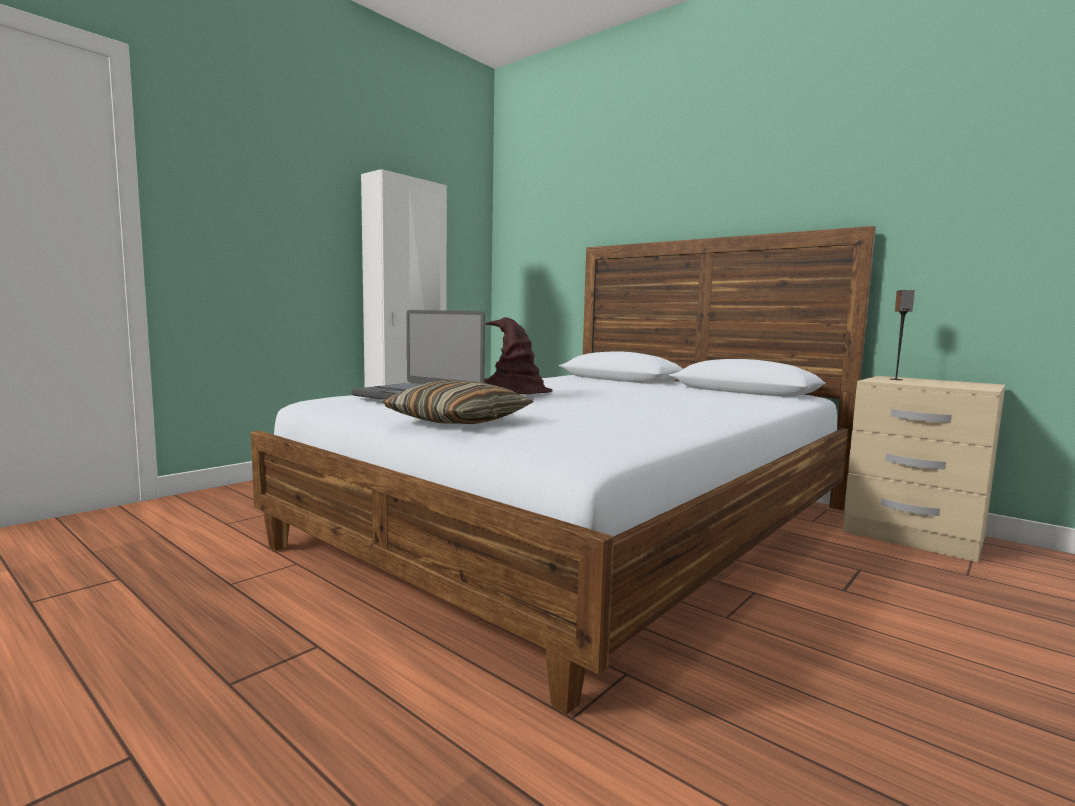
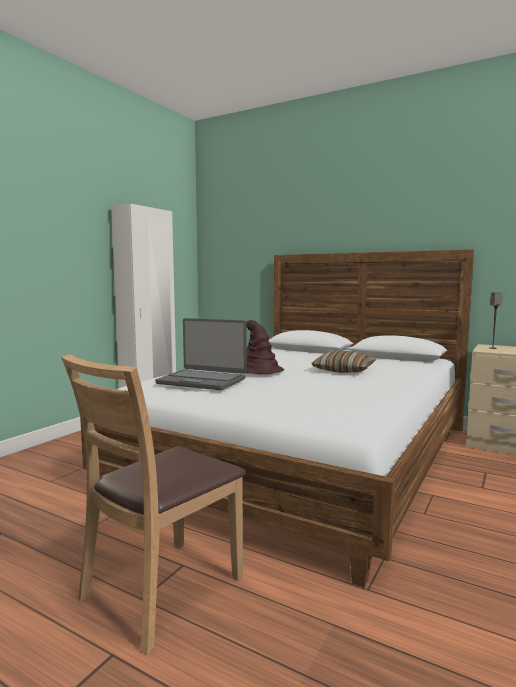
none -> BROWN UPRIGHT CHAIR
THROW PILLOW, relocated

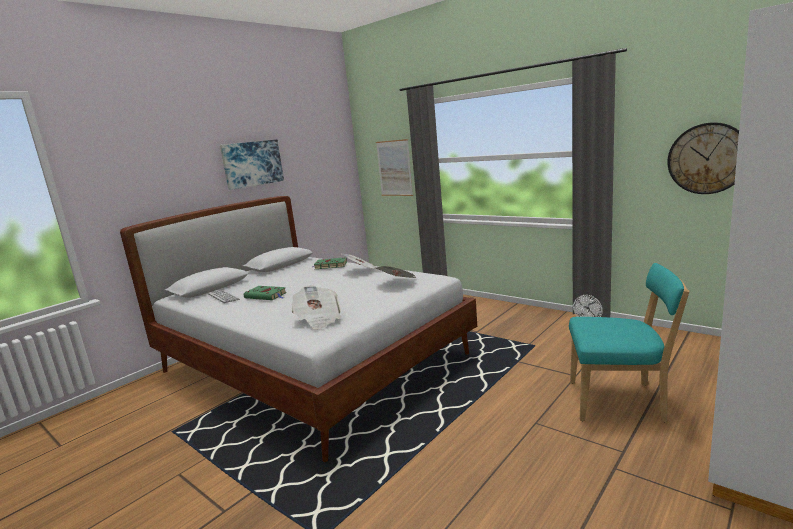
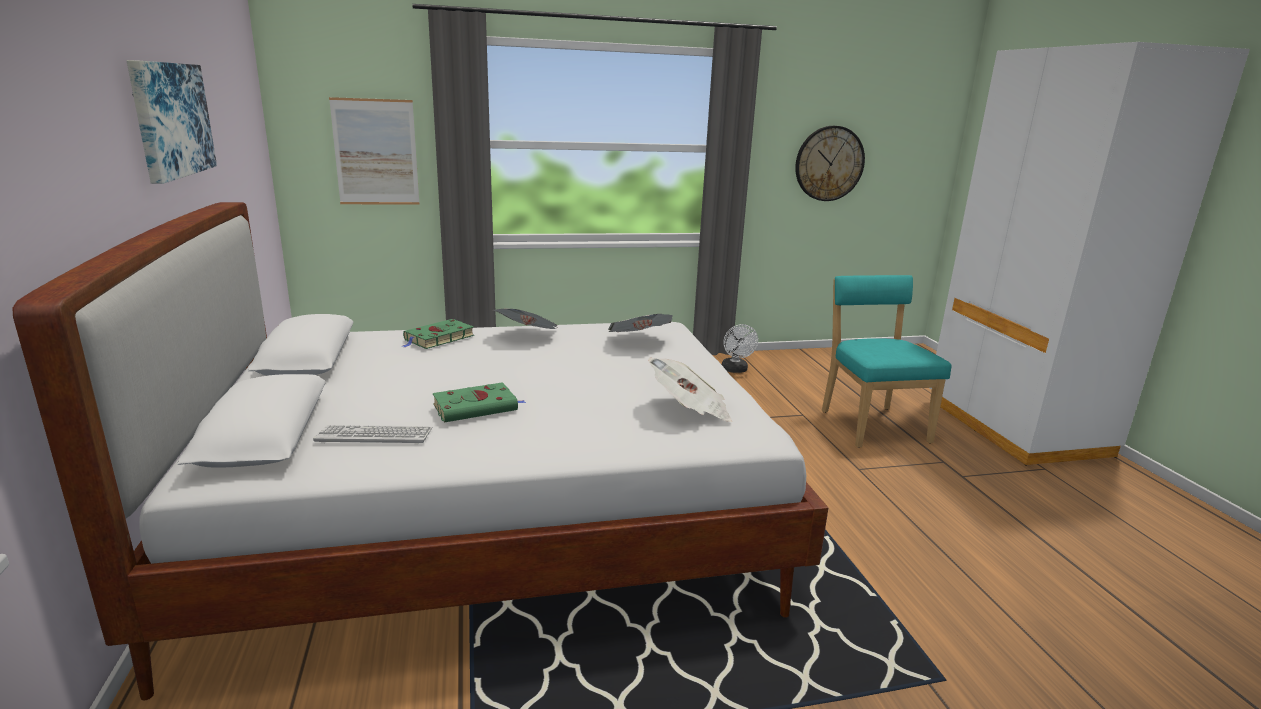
BLUE-GREEN UPRIGHT CHAIR, 60 degrees counterclockwise

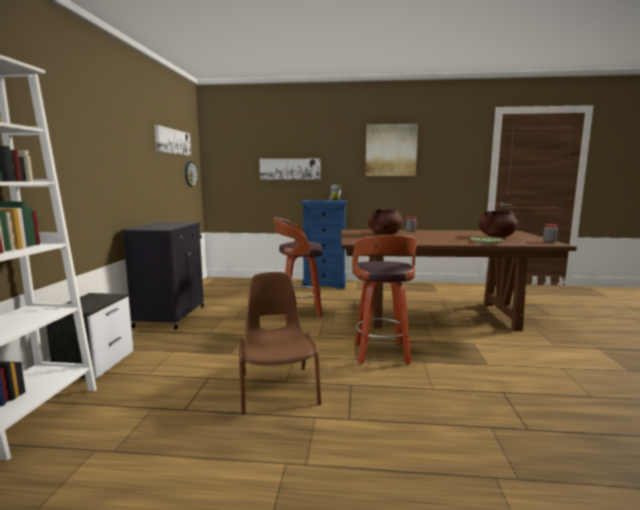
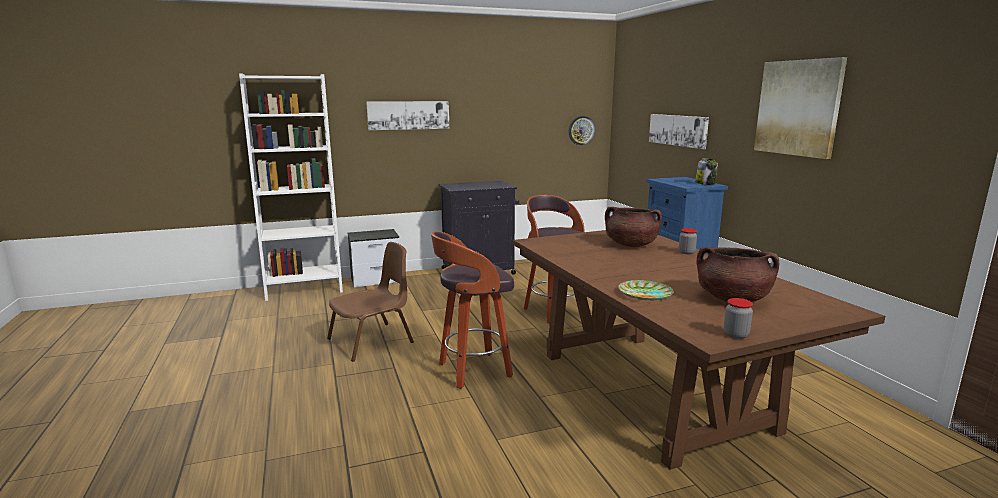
WALL ART (no. 1 from left), relocated

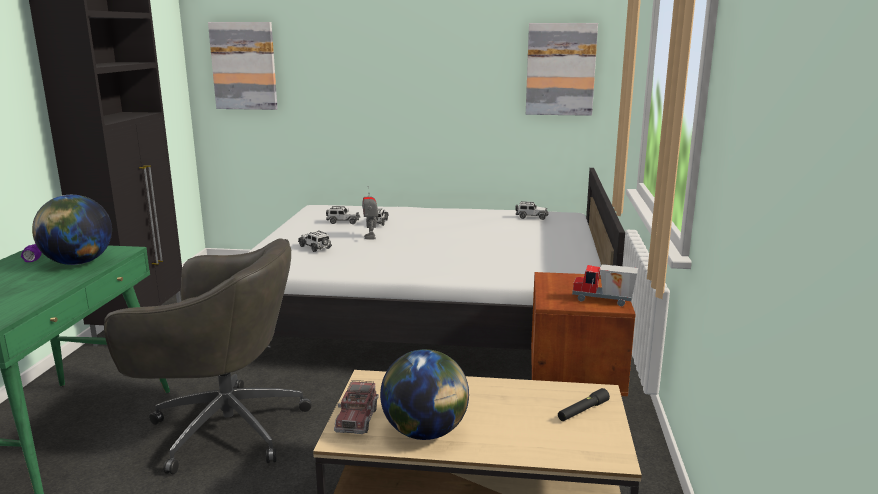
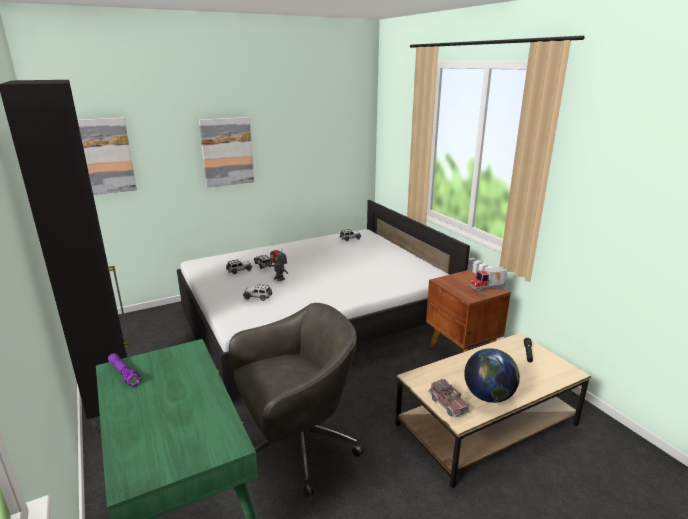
WORLD GLOBE (no. 1 from left) -> none
WALL ART (no. 2 from left), relocated

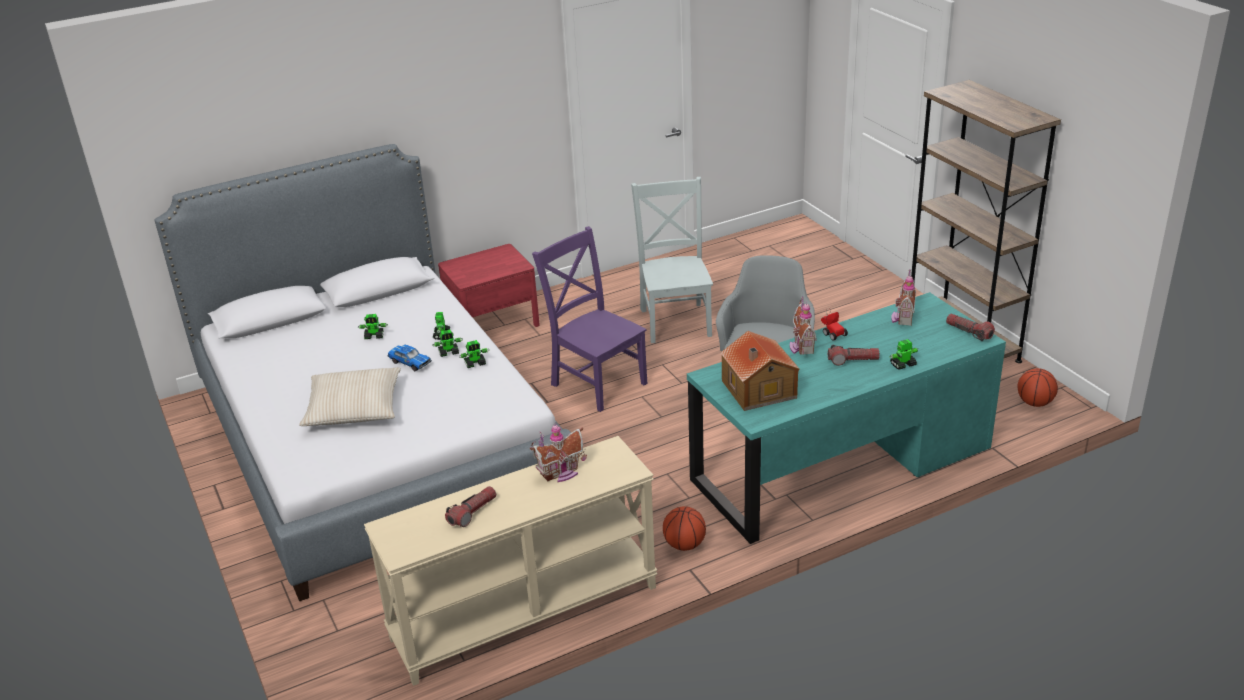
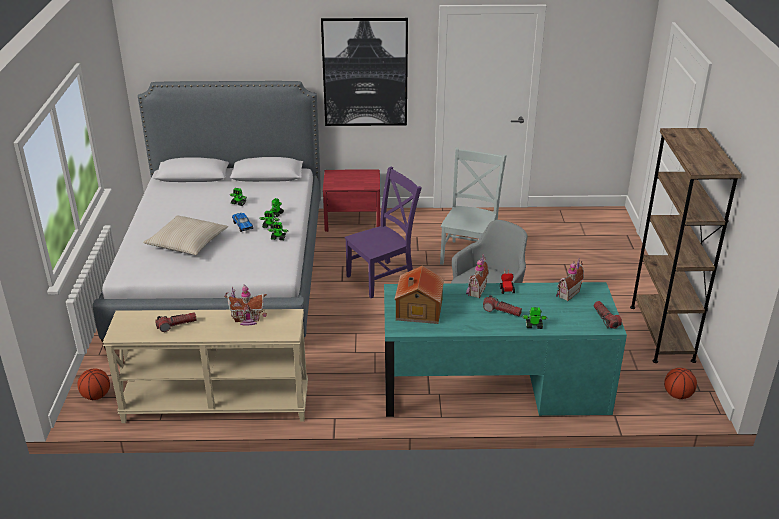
none -> WALL ART
BASKETBALL (no. 1 from left), relocated
PURPLE-COLOURED UPRIGHT CHAIR, 75 degrees clockwise

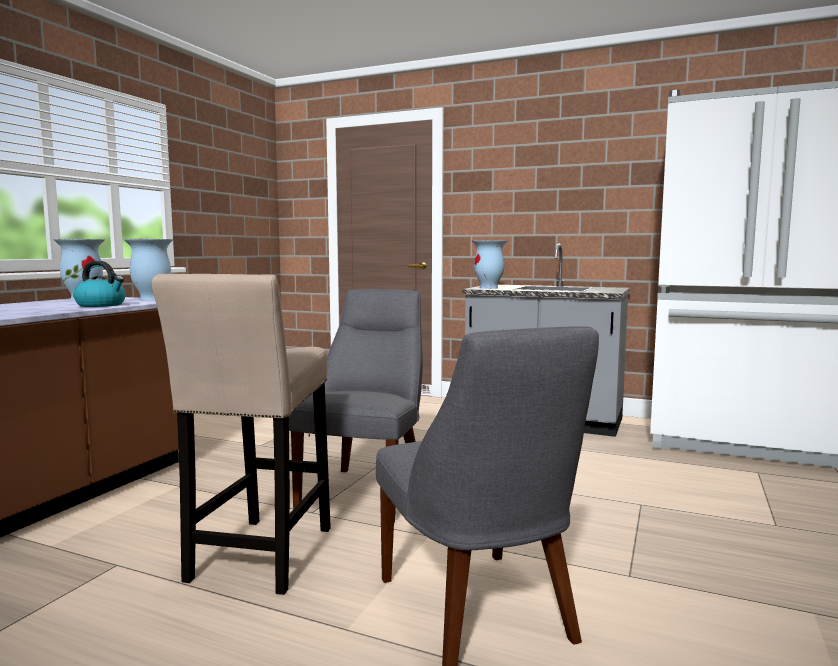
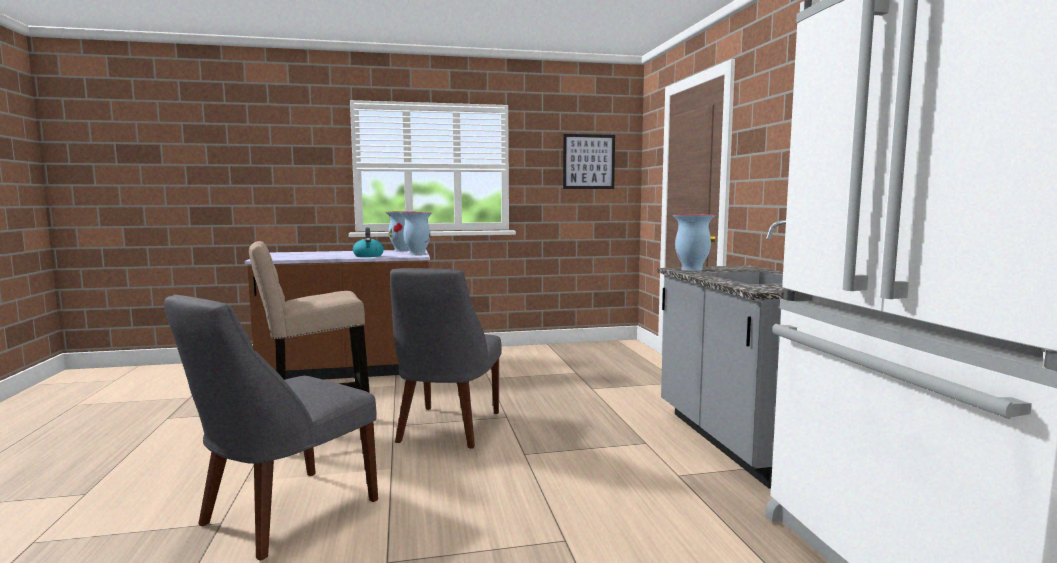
none -> WALL ART
GREYISH UPRIGHT CHAIR (no. 1 from left in the first image) -> GREYISH UPRIGHT CHAIR (no. 2 from left), 120 degrees clockwise

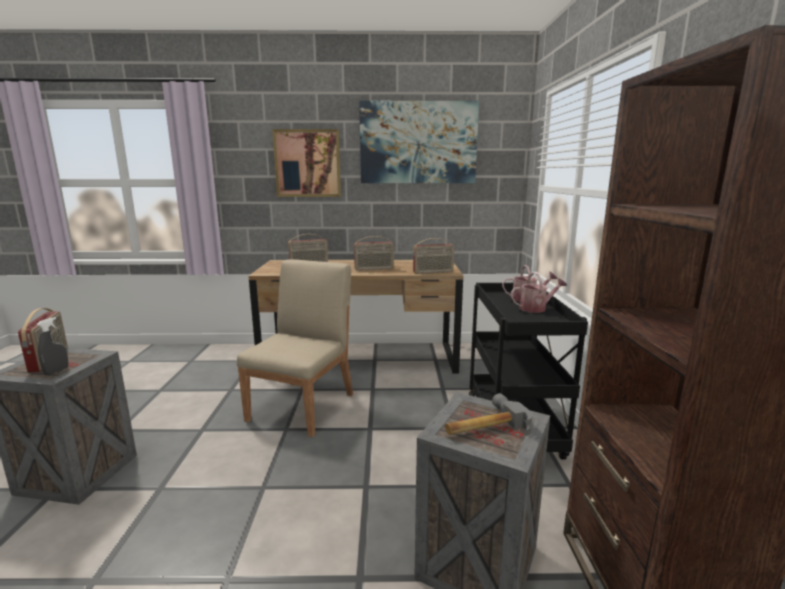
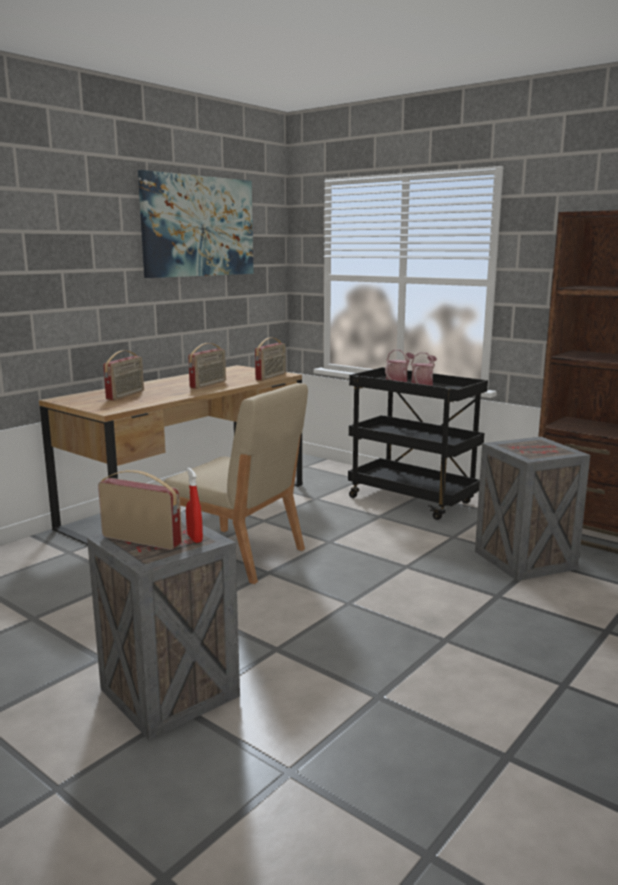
WALL ART (no. 1 from left) -> none
HAMMER -> none
GREYISH SPRAY BOTTLE -> RED-COLOURED SPRAY BOTTLE
SAND-COLOURED UPRIGHT CHAIR, 150 degrees clockwise

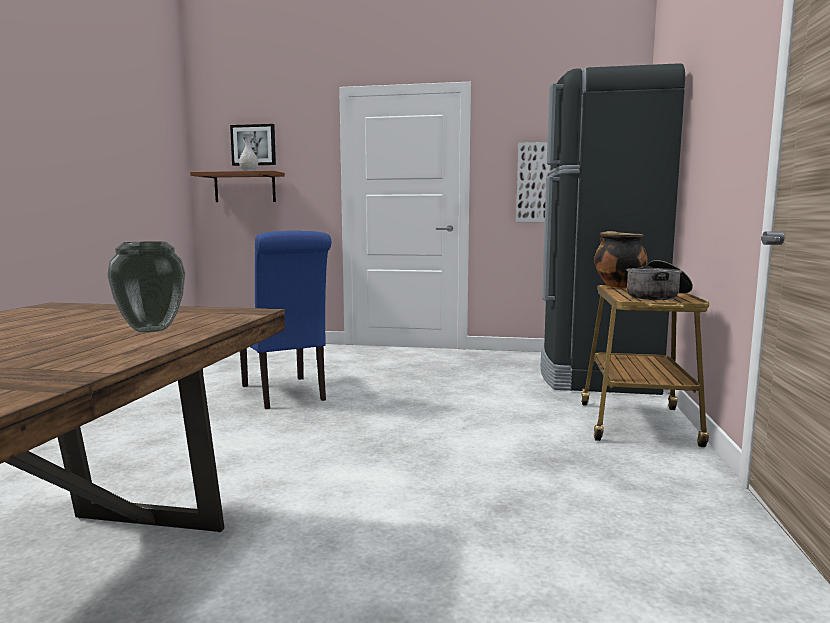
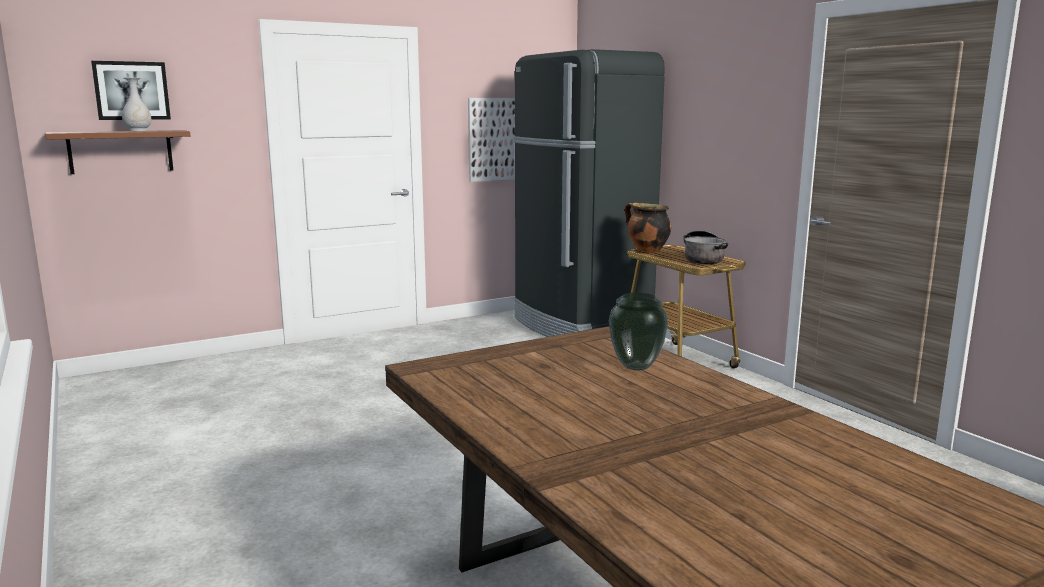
BLUISH UPRIGHT CHAIR -> none

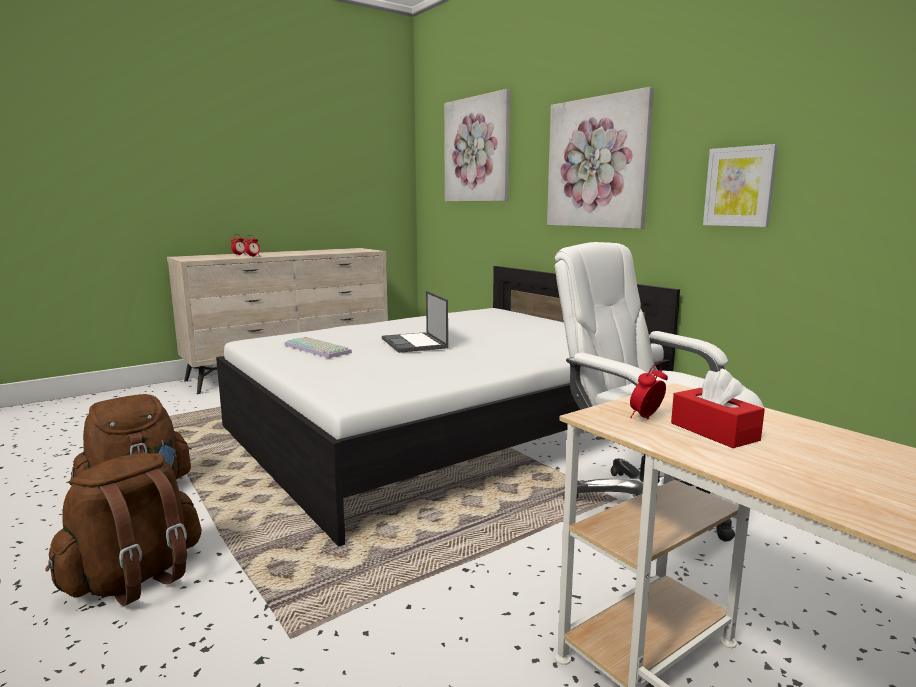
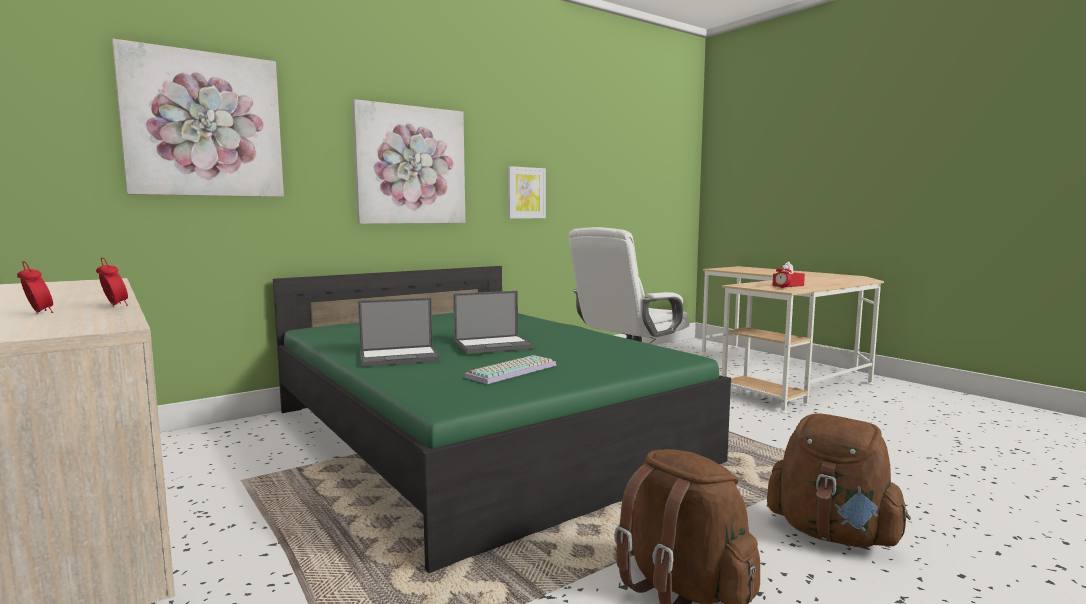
none -> PORTABLE COMPUTER (no. 1 from left)
WHITE-COLOURED BED -> GREEN-COLOURED BED

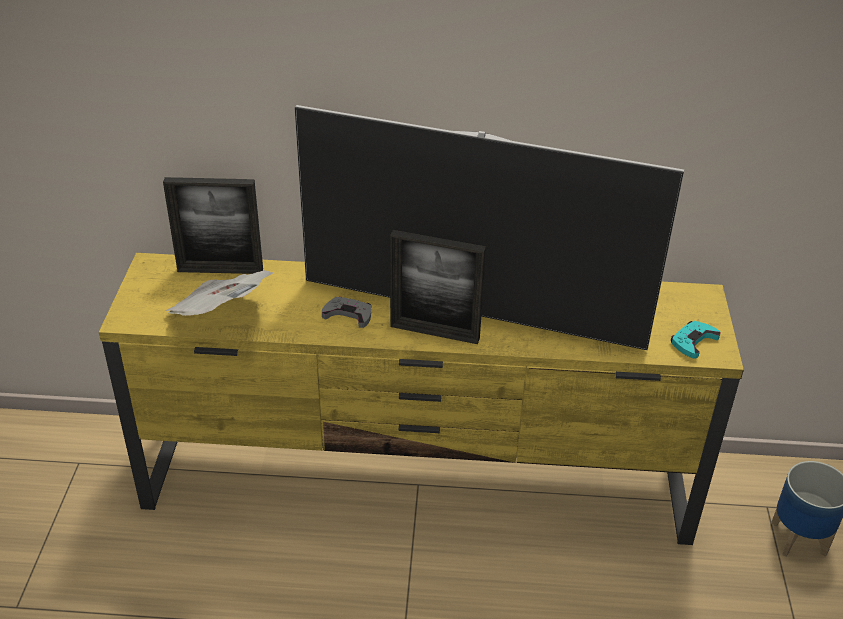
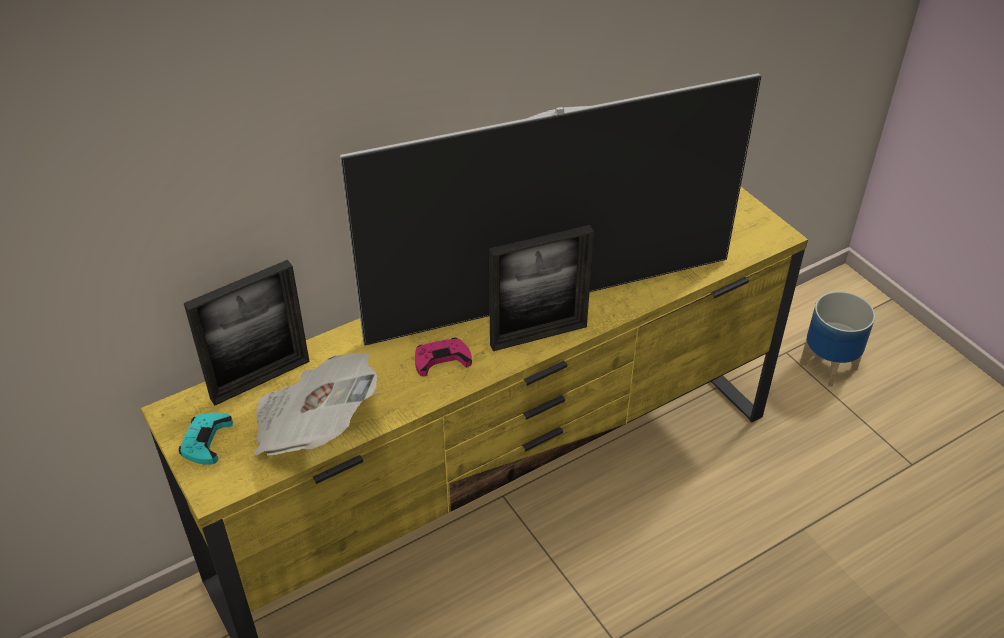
BLUE-GREEN JOYPAD, relocated
GREYISH JOYPAD -> PINK JOYPAD

